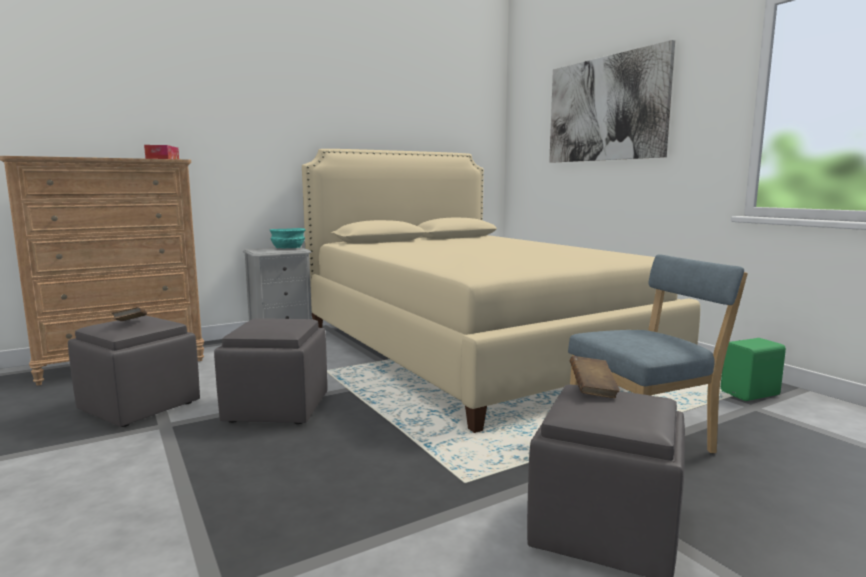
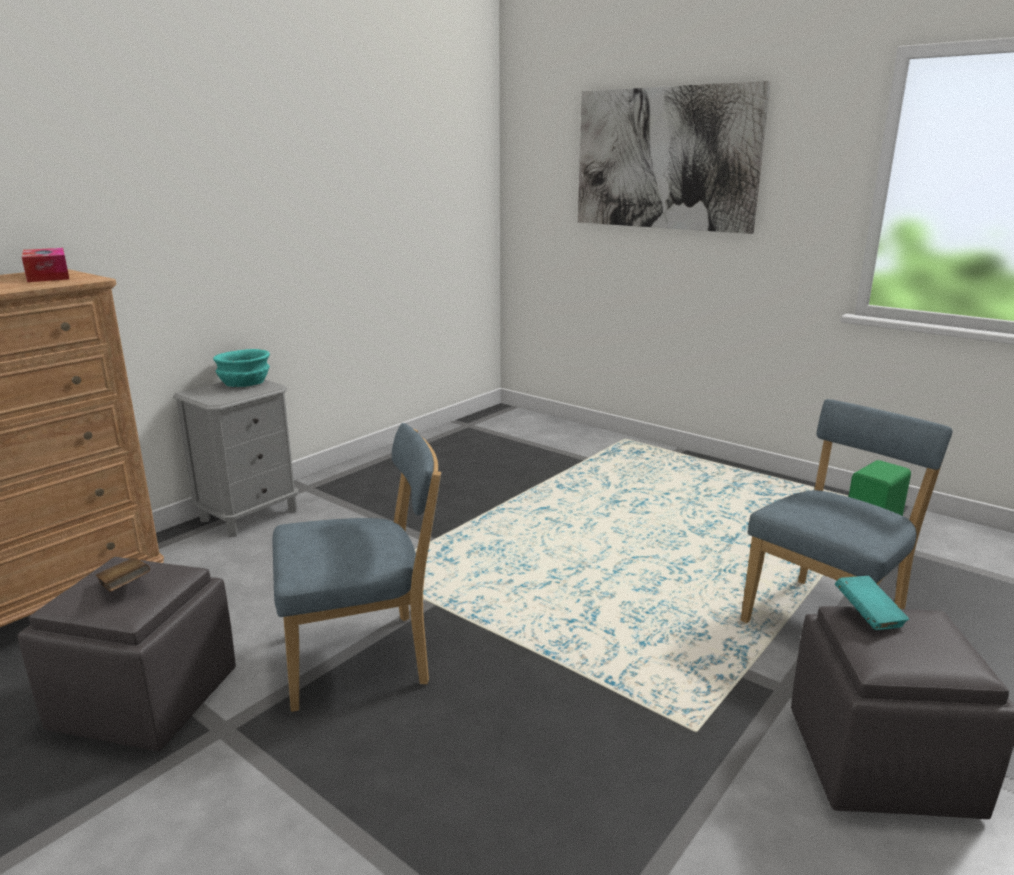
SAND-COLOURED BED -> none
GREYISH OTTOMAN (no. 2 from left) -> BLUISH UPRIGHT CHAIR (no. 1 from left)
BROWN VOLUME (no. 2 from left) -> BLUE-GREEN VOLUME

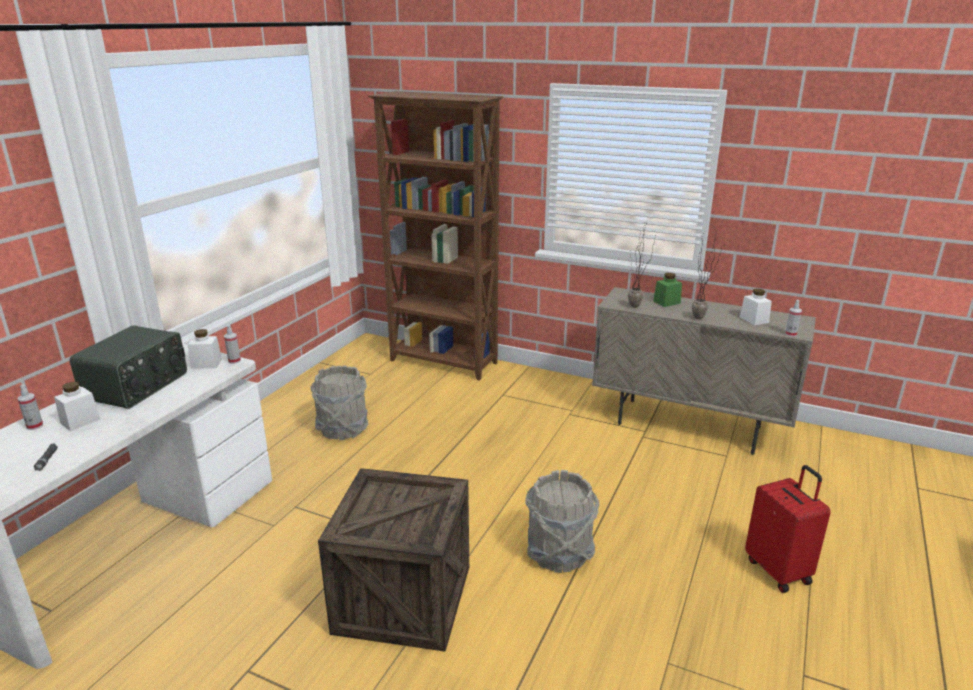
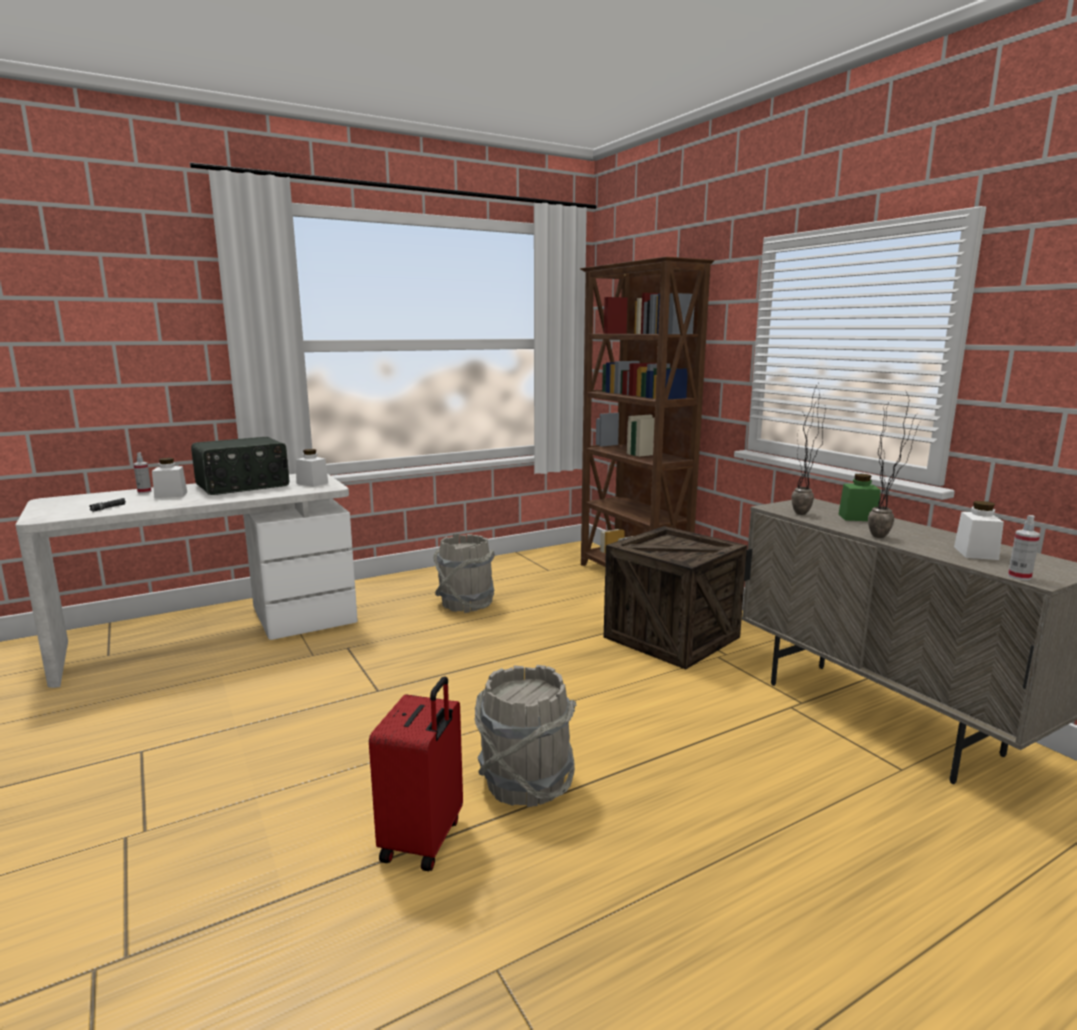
SPRAY BOTTLE (no. 2 from left) -> none
SHIPPING CRATE, relocated
RED-COLOURED PIECE OF LUGGAGE, relocated

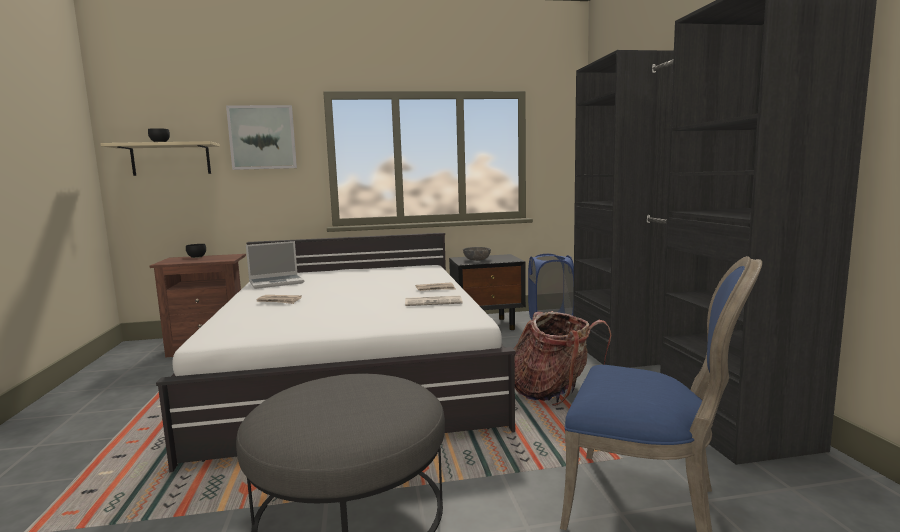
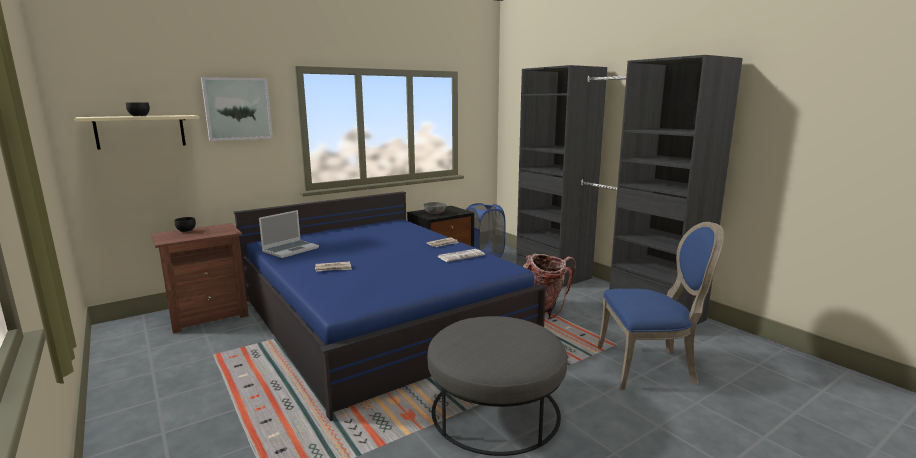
WHITE-COLOURED BED -> BLUISH BED

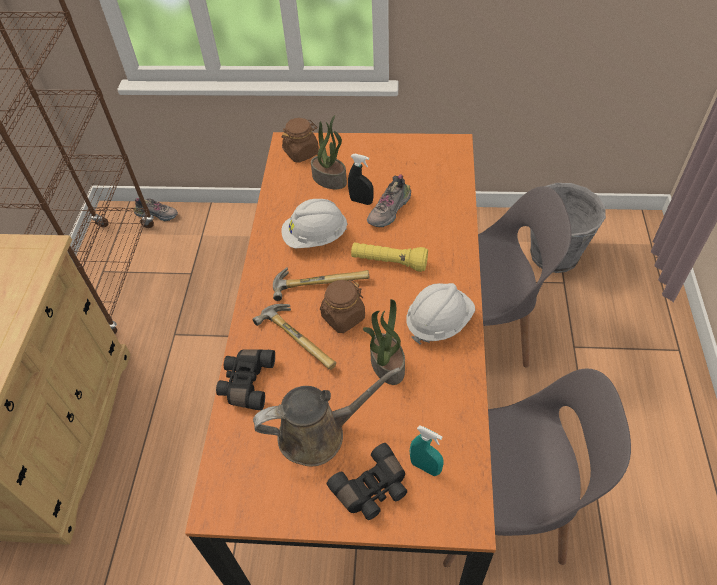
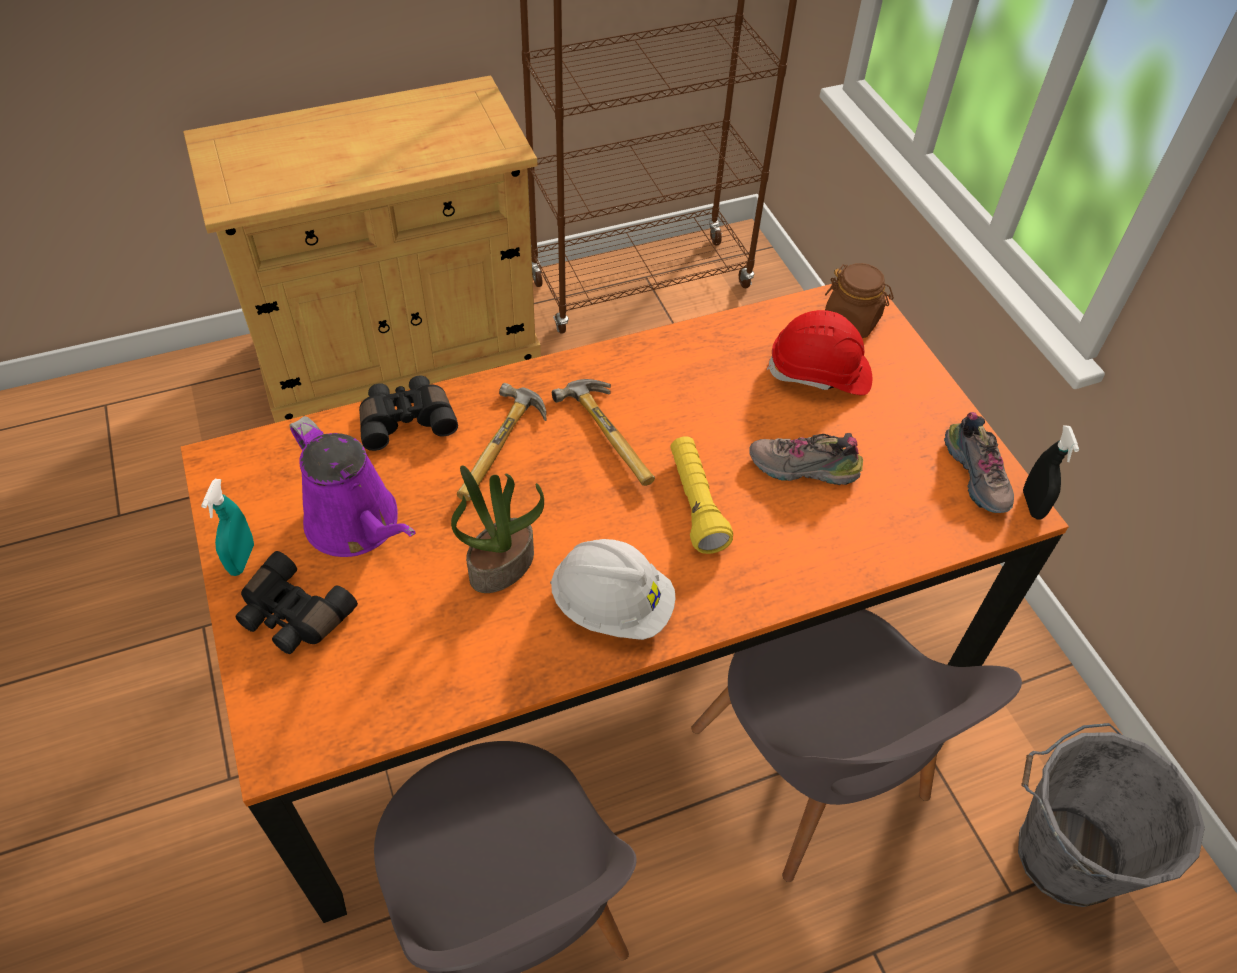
WHITE-COLOURED SAFETY HELMET (no. 1 from left) -> none
BROWN PRESERVE JAR (no. 2 from left) -> none
SHOE (no. 1 from left in the first image) -> SHOE (no. 2 from left), relocated
BLACK SPRAY BOTTLE, relocated
BLUE-GREEN SPRAY BOTTLE, relocated
HOUSEPLANT (no. 1 from left) -> RED-COLOURED SAFETY HELMET
BROWN WATERING CAN -> PURPLE-COLOURED WATERING CAN

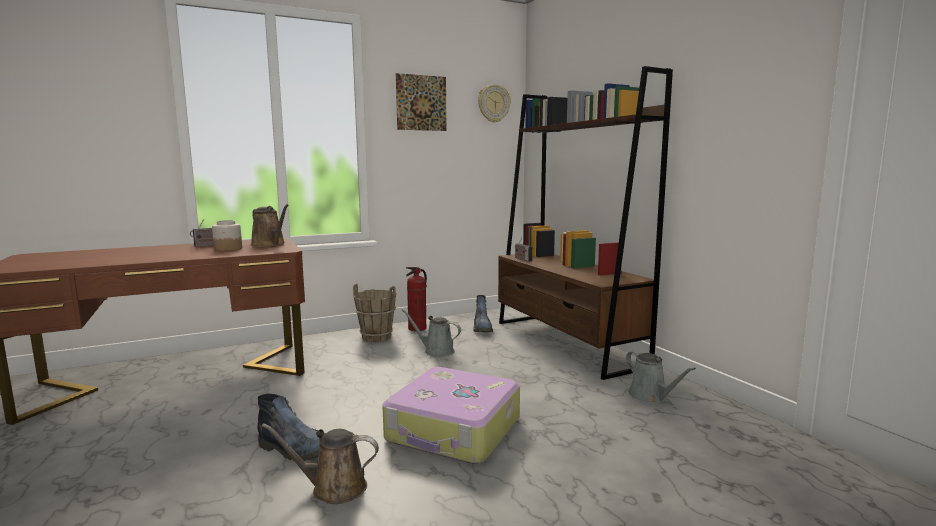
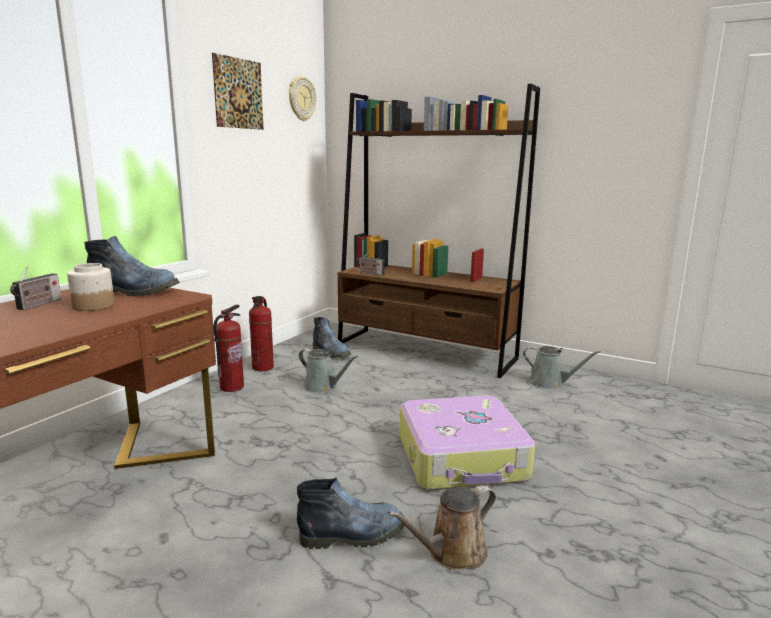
BROWN WATERING CAN (no. 1 from left) -> HIGH-TOP BOOT (no. 1 from left)
BROWN WATER BUCKET -> EXTINGUISHER (no. 1 from left)
GREYISH WATERING CAN (no. 1 from left), 135 degrees counterclockwise

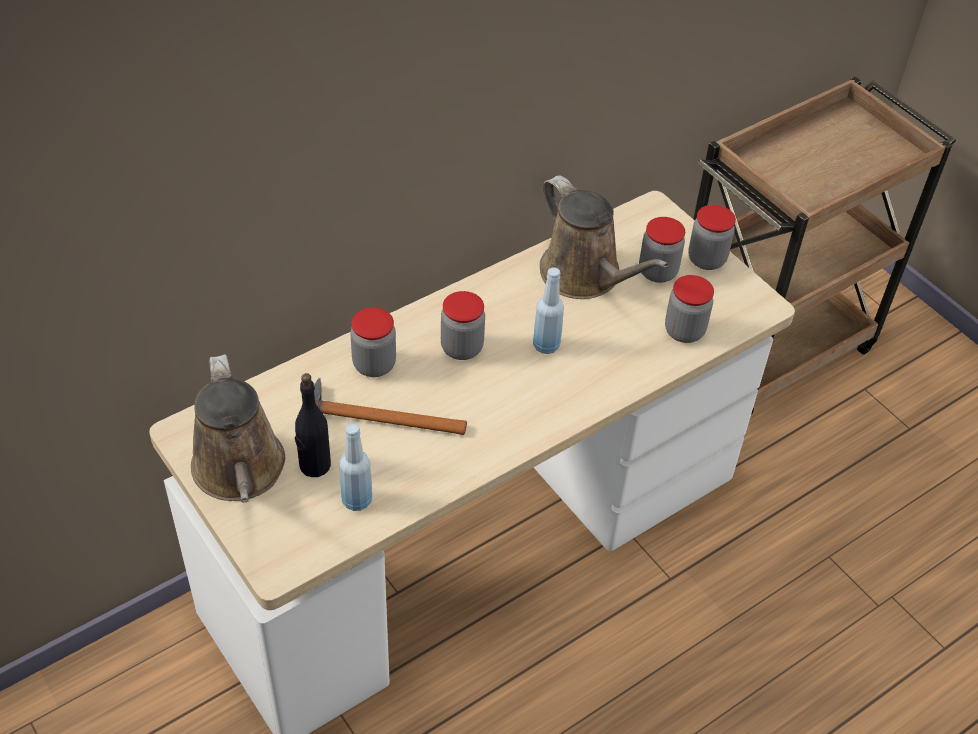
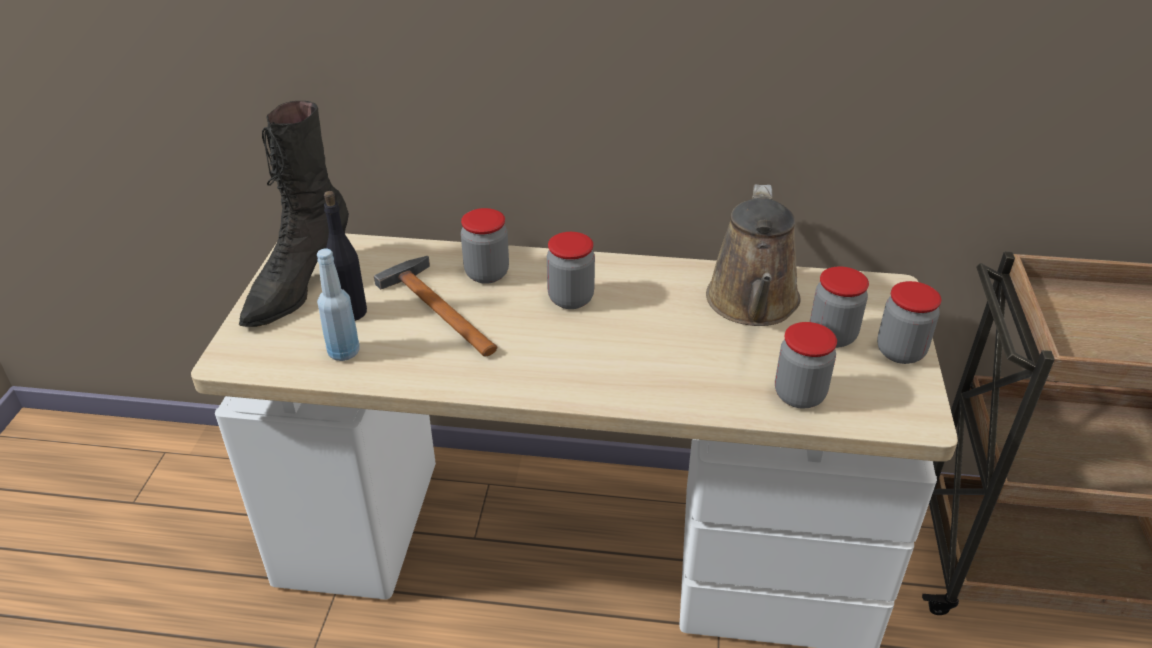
BLUISH BEVERAGE BOTTLE (no. 2 from left) -> none
BROWN WATERING CAN (no. 1 from left) -> BLACK HIGH-TOP BOOT

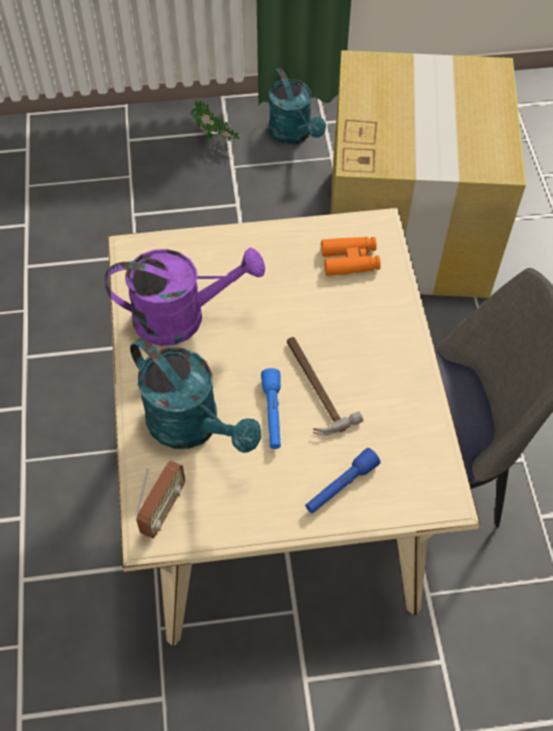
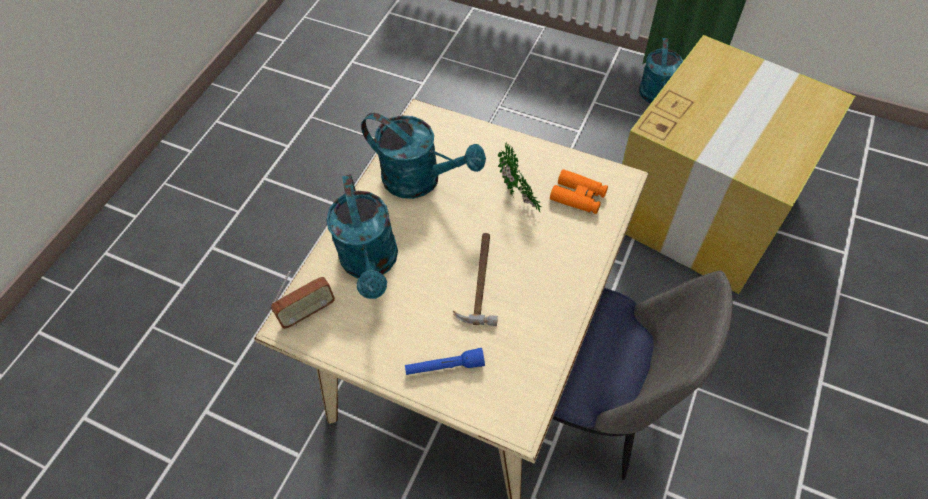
BLUISH TORCH (no. 1 from left) -> none
HOUSEPLANT, relocated
PURPLE-COLOURED WATERING CAN -> BLUE-GREEN WATERING CAN (no. 2 from left)

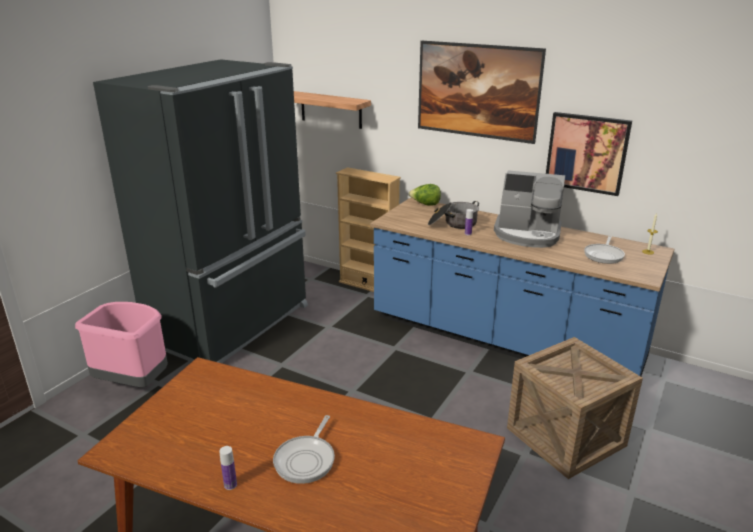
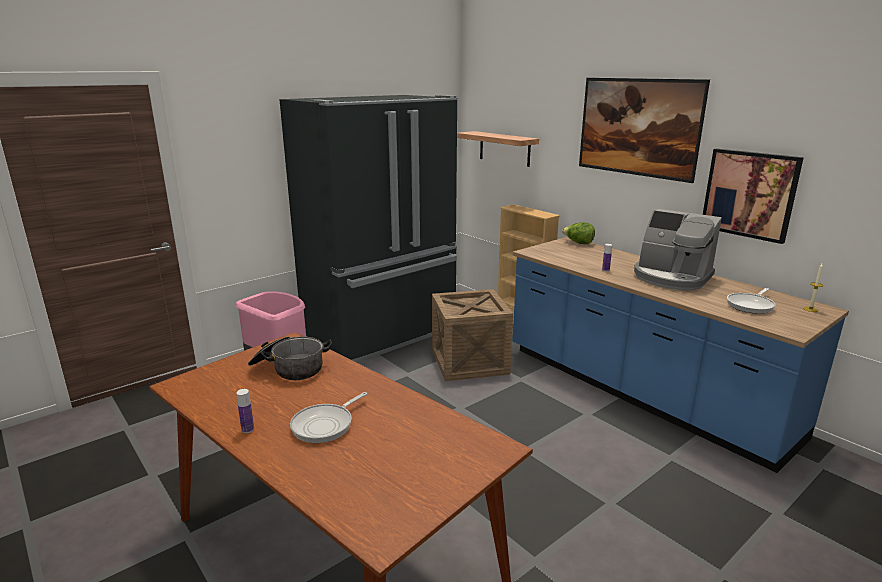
COOKING POT, relocated
SHIPPING CRATE, relocated

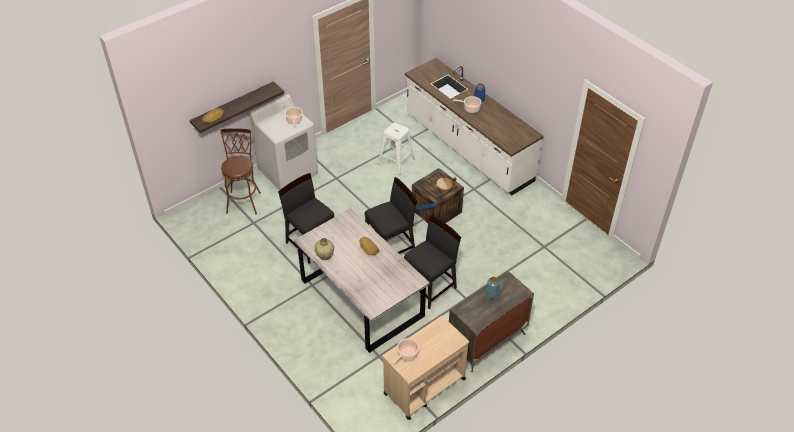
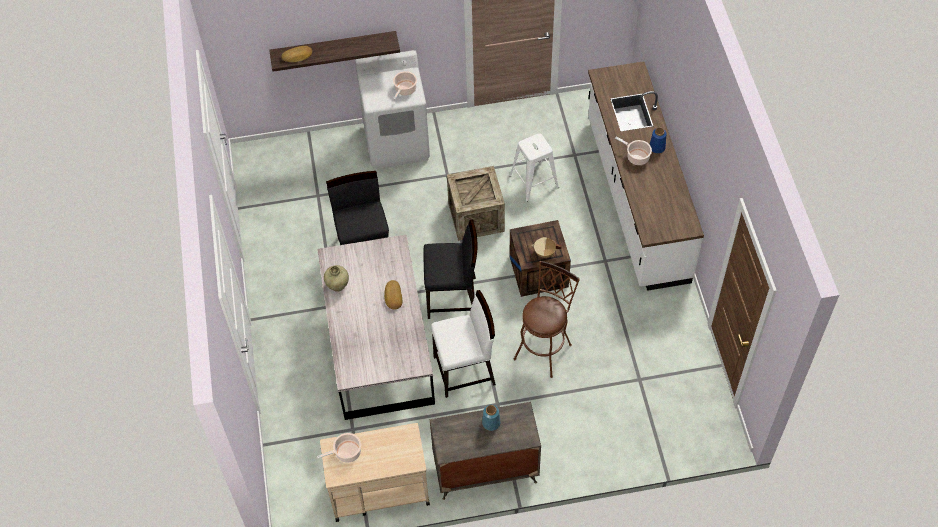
none -> SHIPPING CRATE (no. 1 from left)
BROWN STOOL, relocated
BLACK UPRIGHT CHAIR (no. 3 from left) -> WHITE-COLOURED UPRIGHT CHAIR

